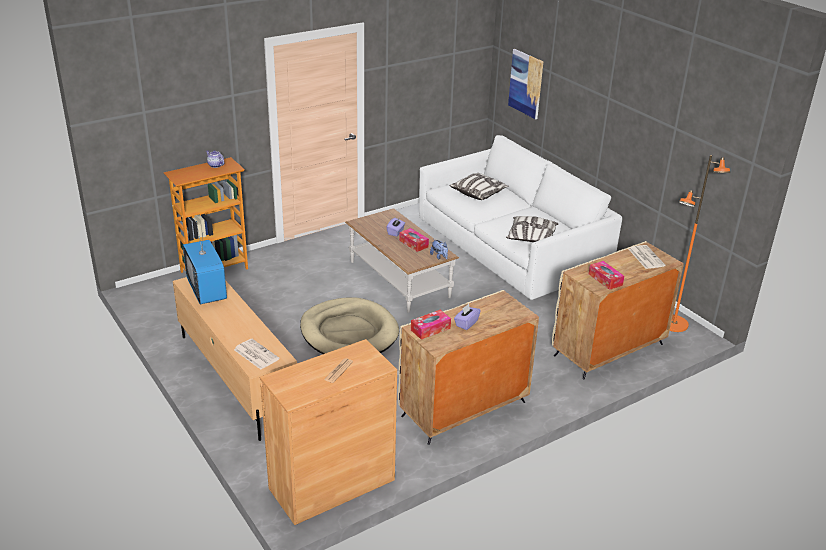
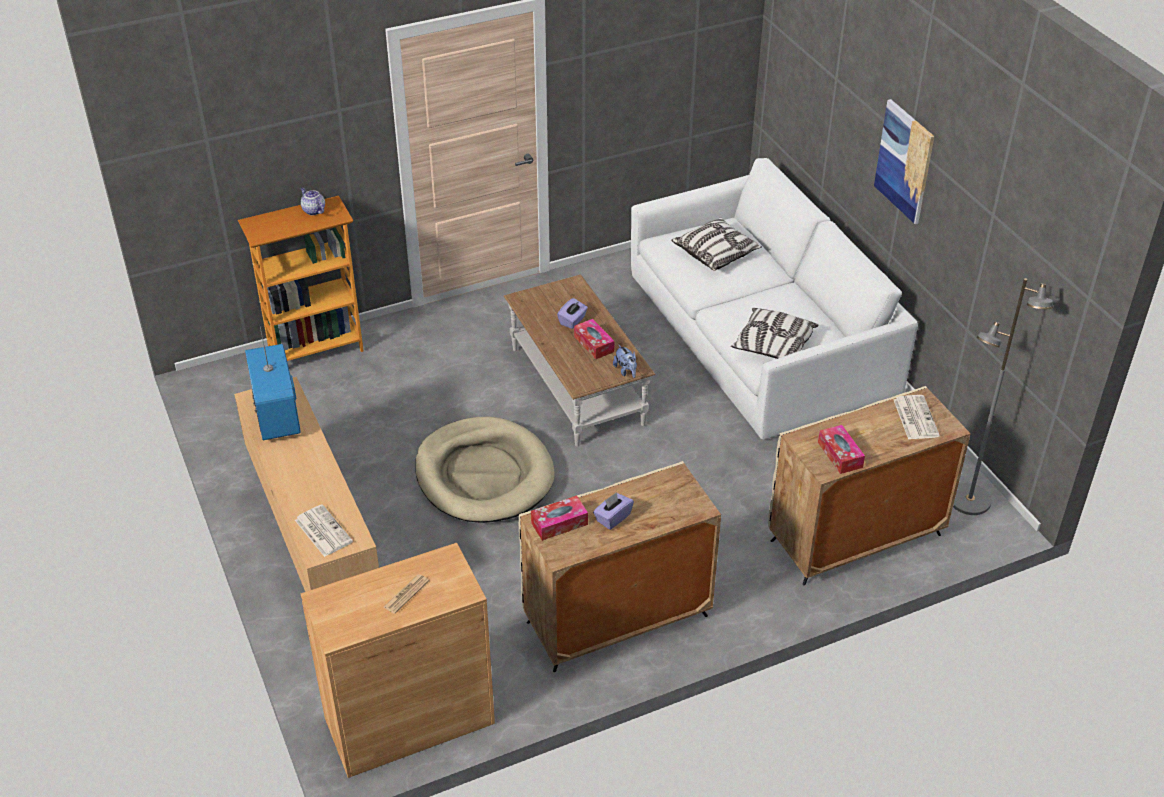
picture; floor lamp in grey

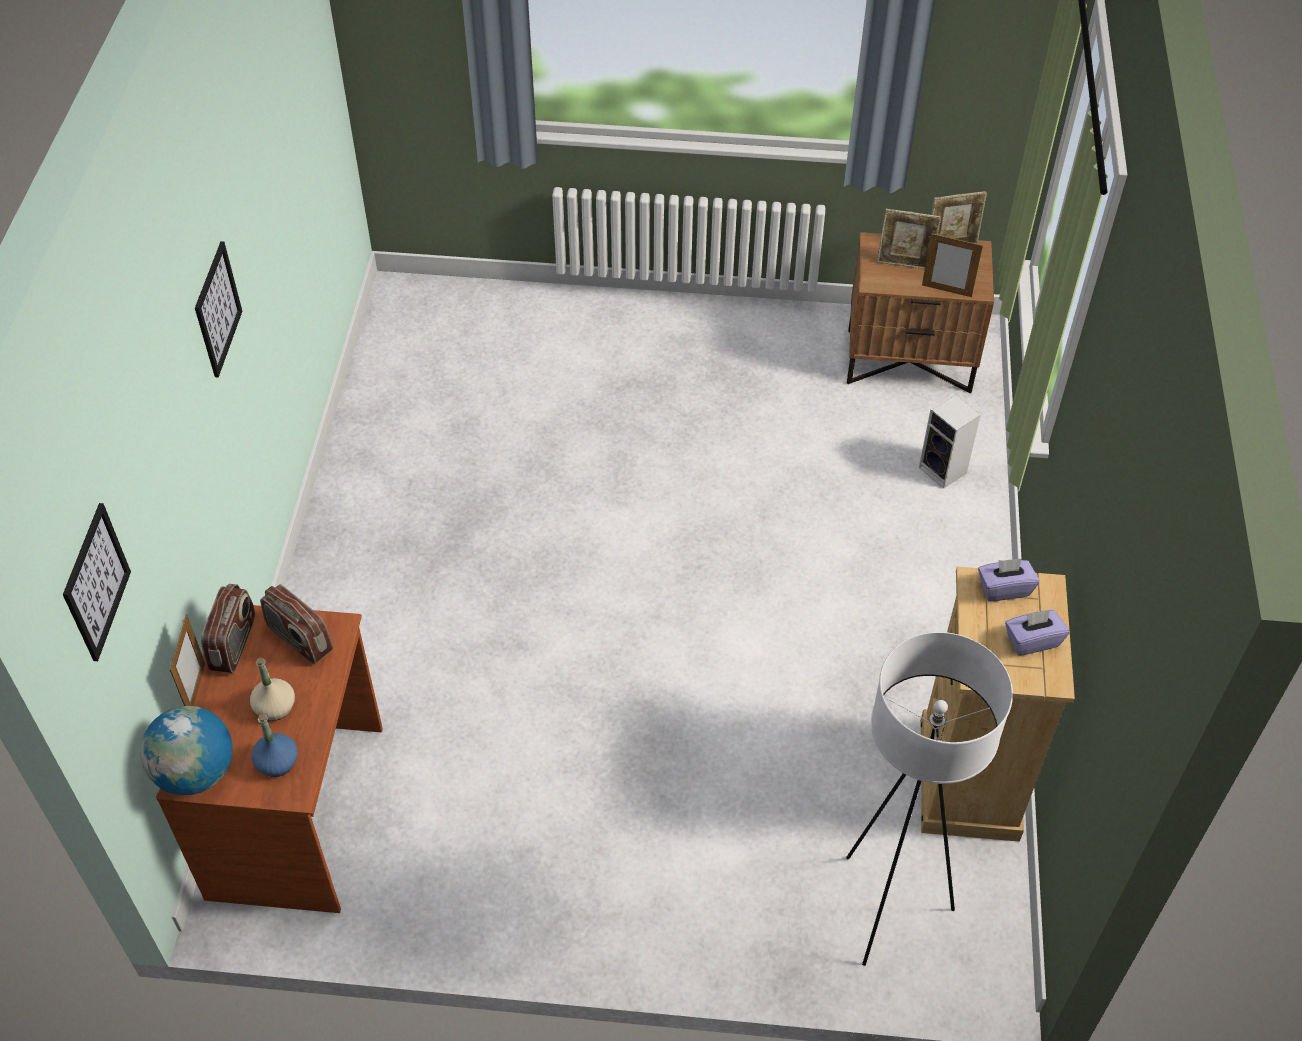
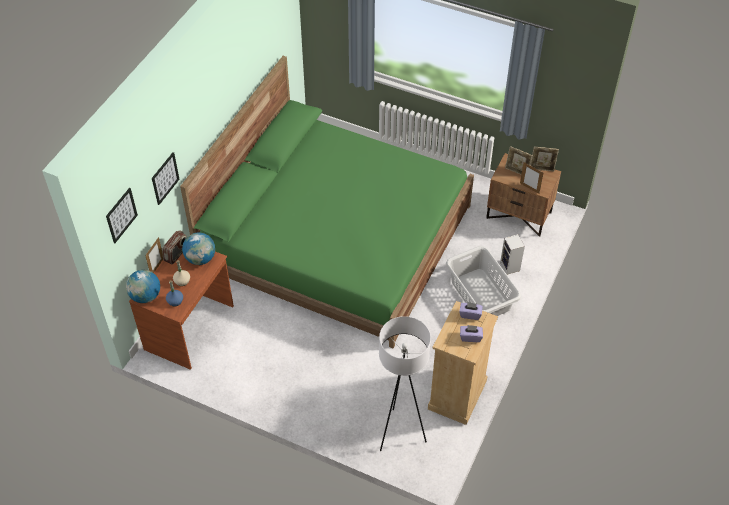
bed in green; laundry basket in grey; picture (no. 2 from left); globe (no. 2 from left)

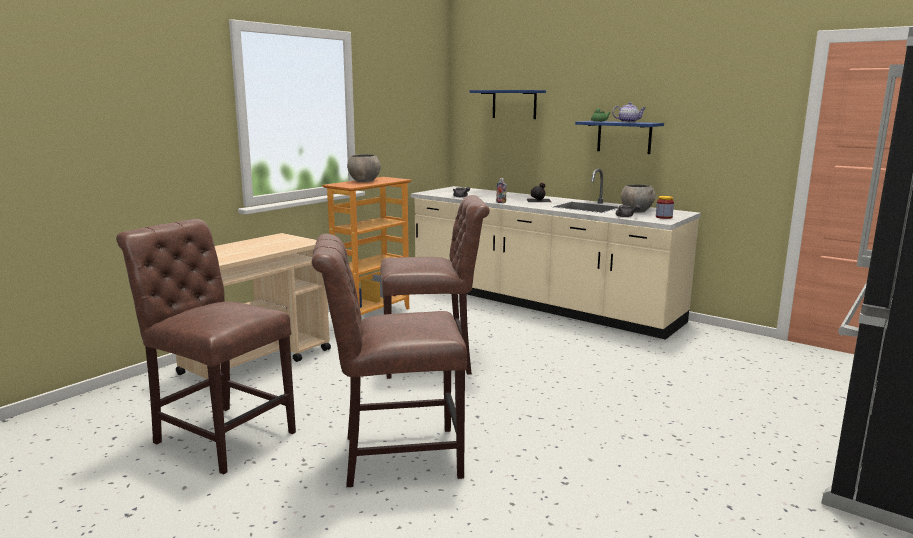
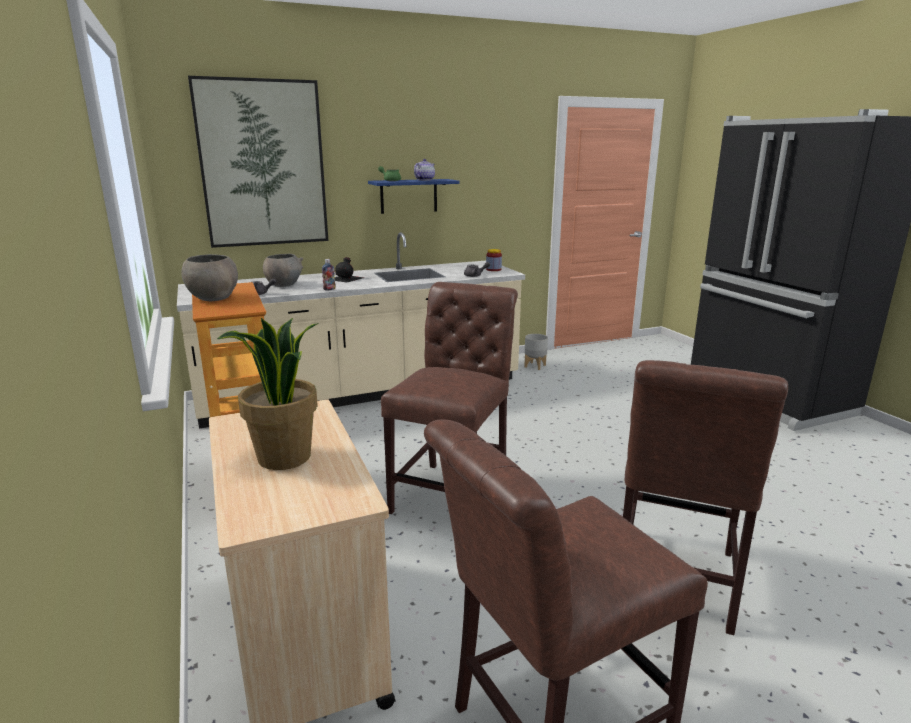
potted plant; planter in grey; bowl in grey (no. 2 from left); picture

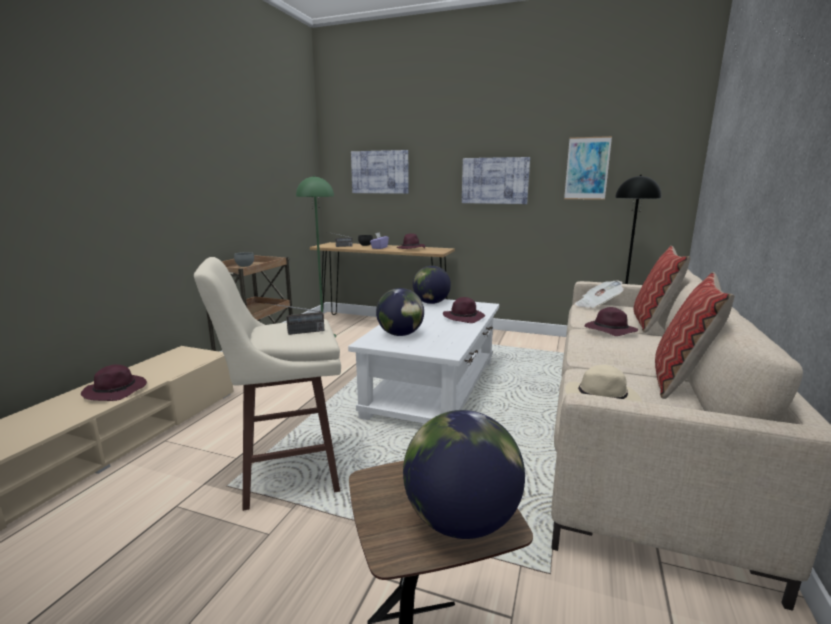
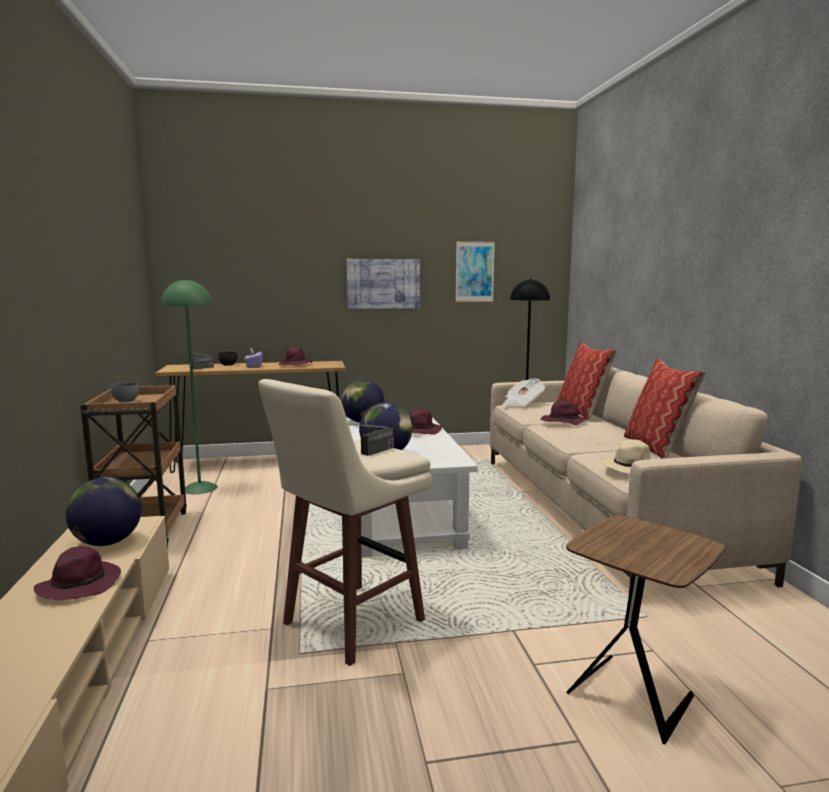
picture (no. 1 from left in the first image); globe (no. 1 from left)

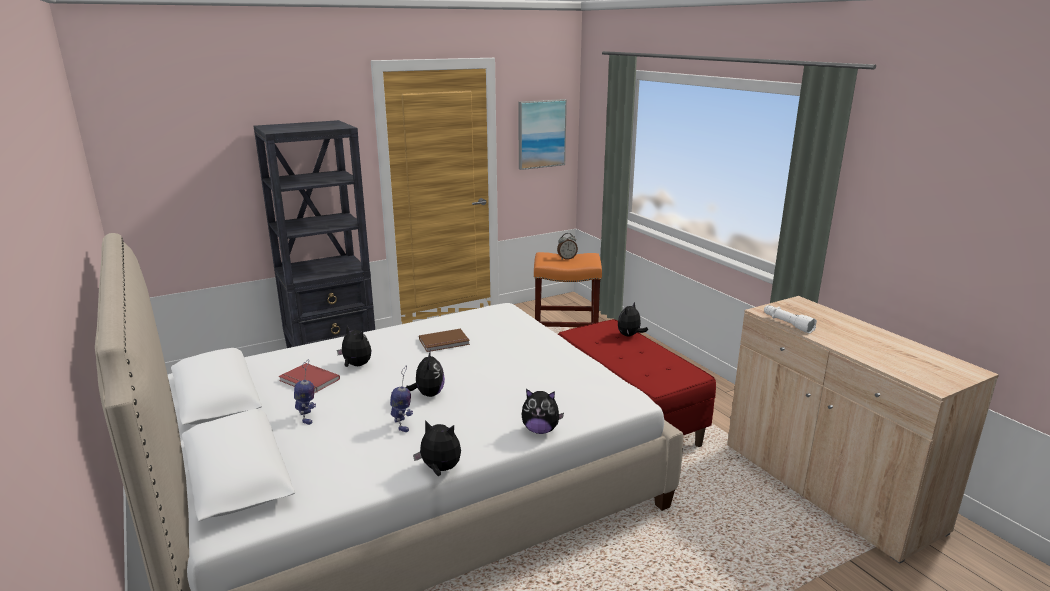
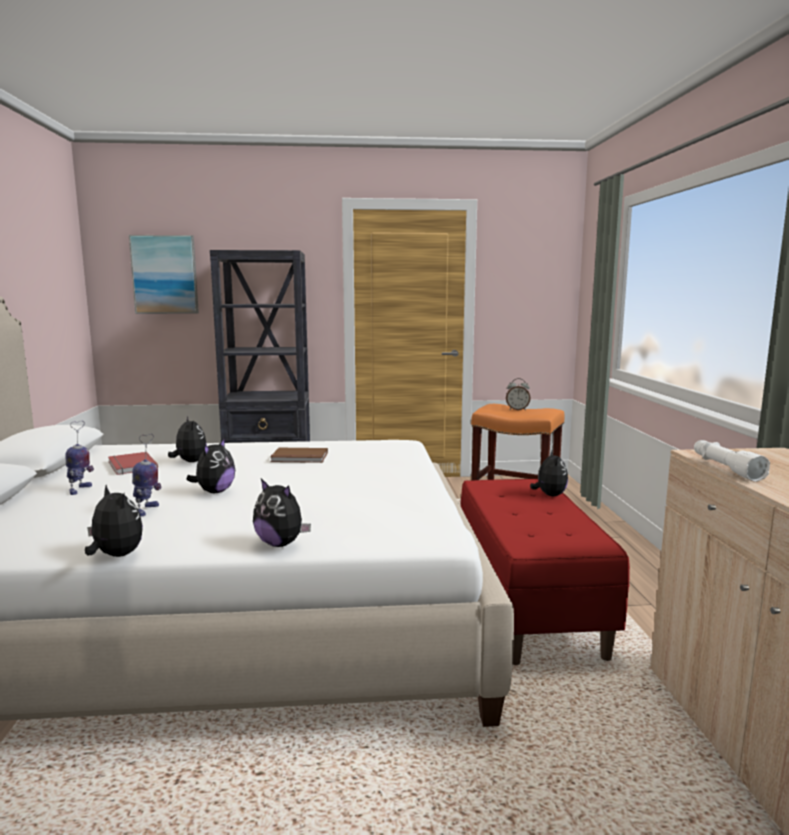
picture; plush toy (no. 5 from left)

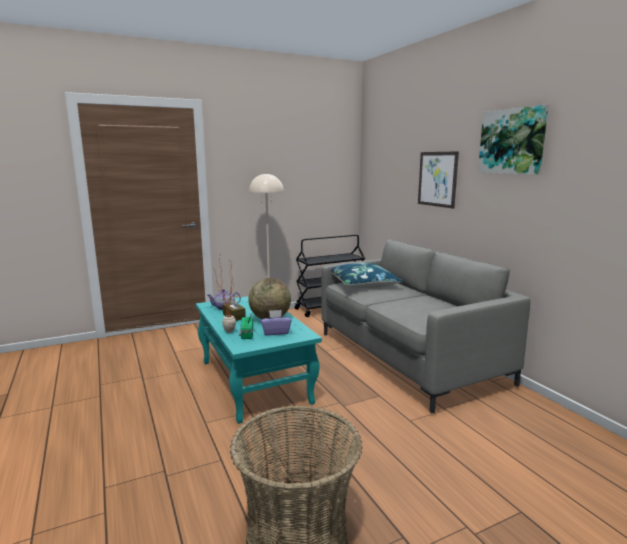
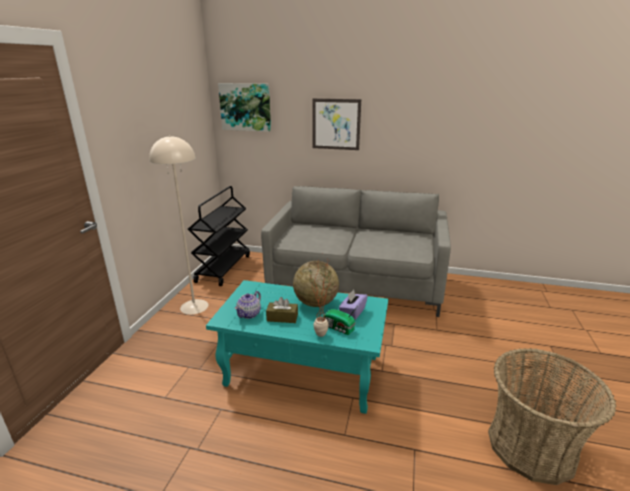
pillow in blue; picture (no. 1 from left)

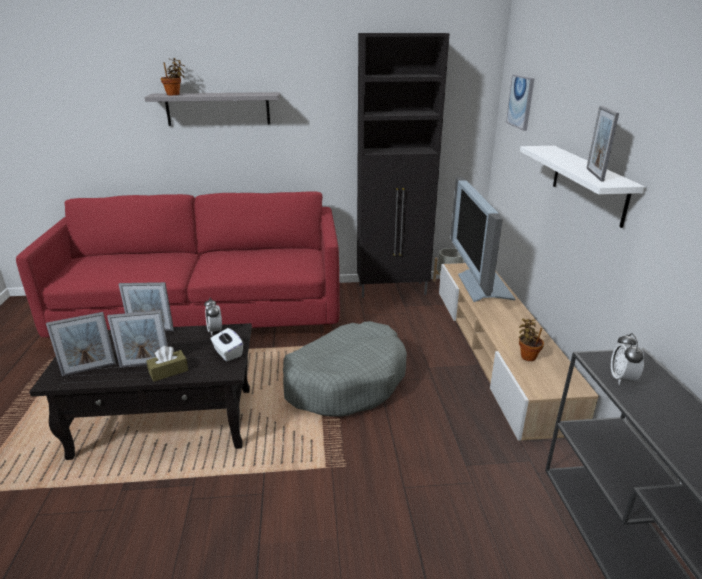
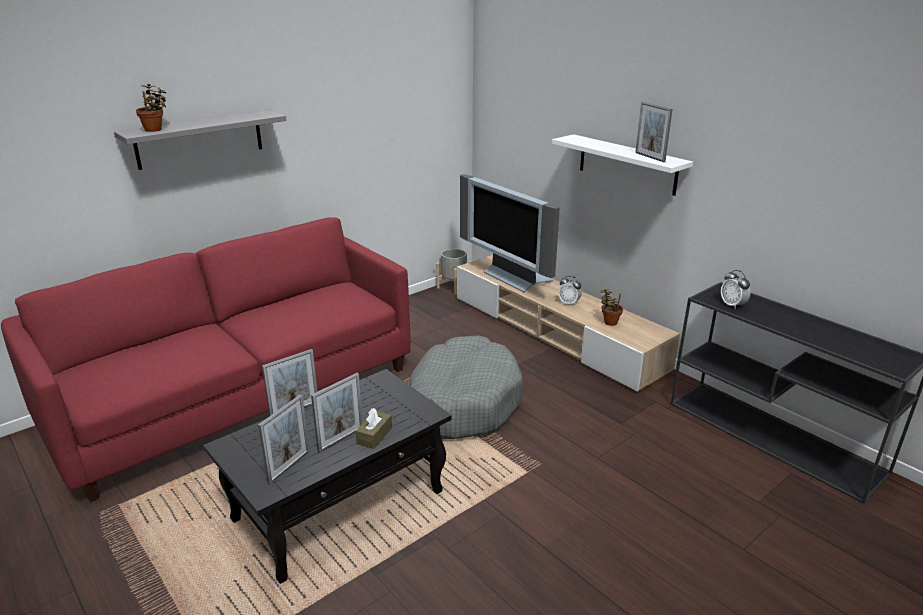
tissue box in white; cabinet in black; picture; alarm clock (no. 1 from left)

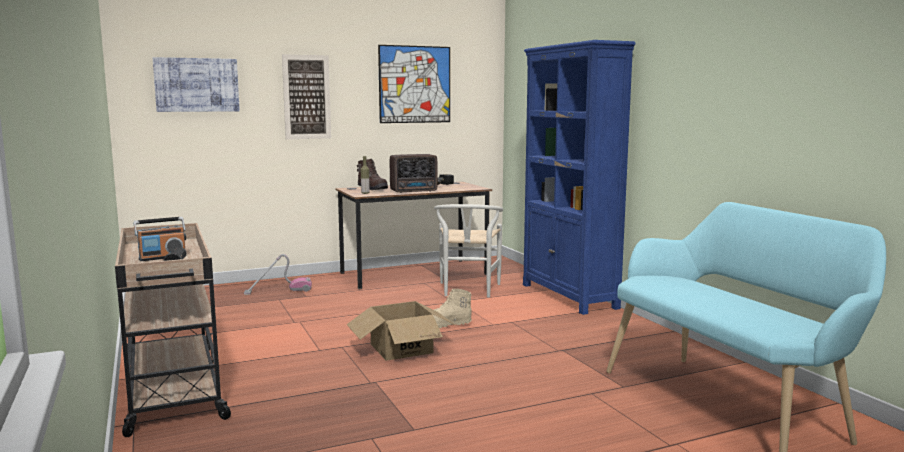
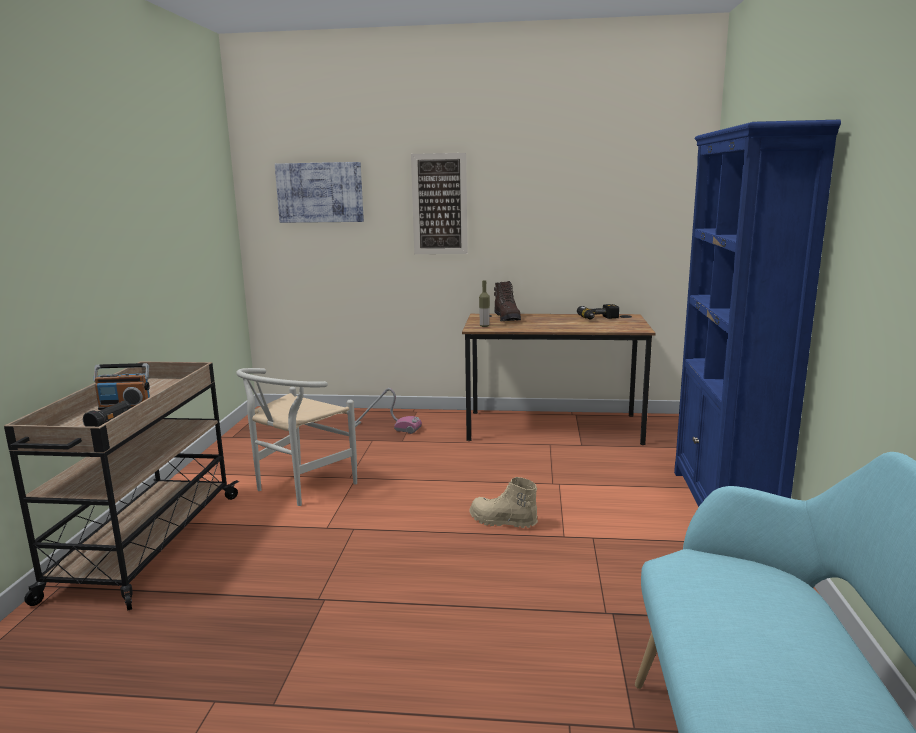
cardboard box; picture (no. 3 from left in the first image); radio (no. 2 from left in the first image); chair in white

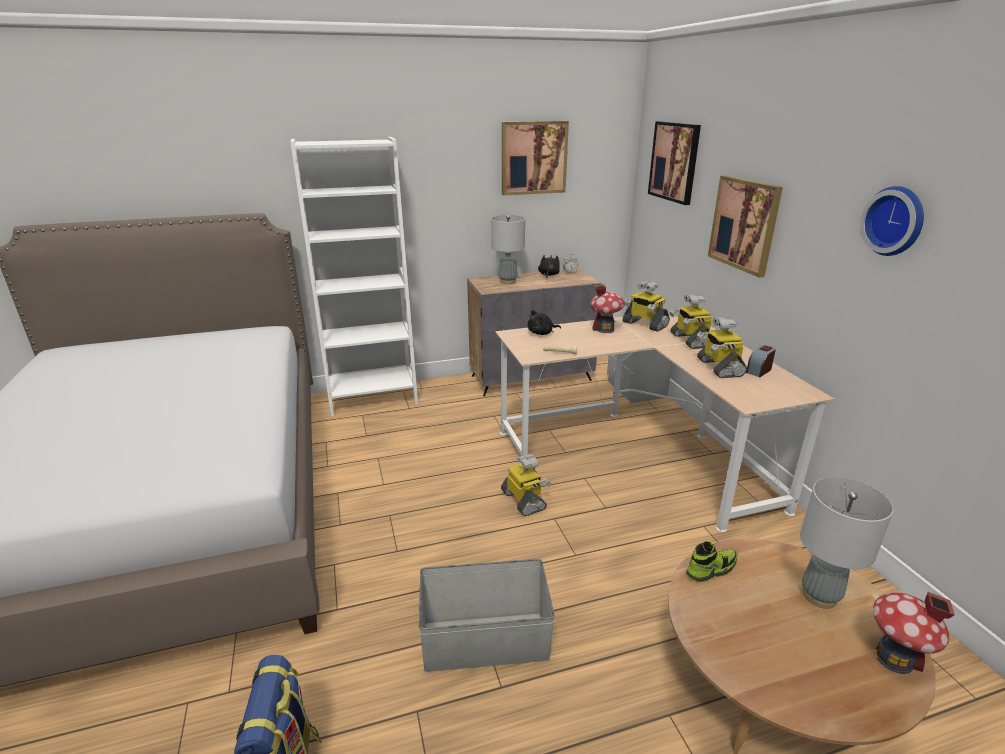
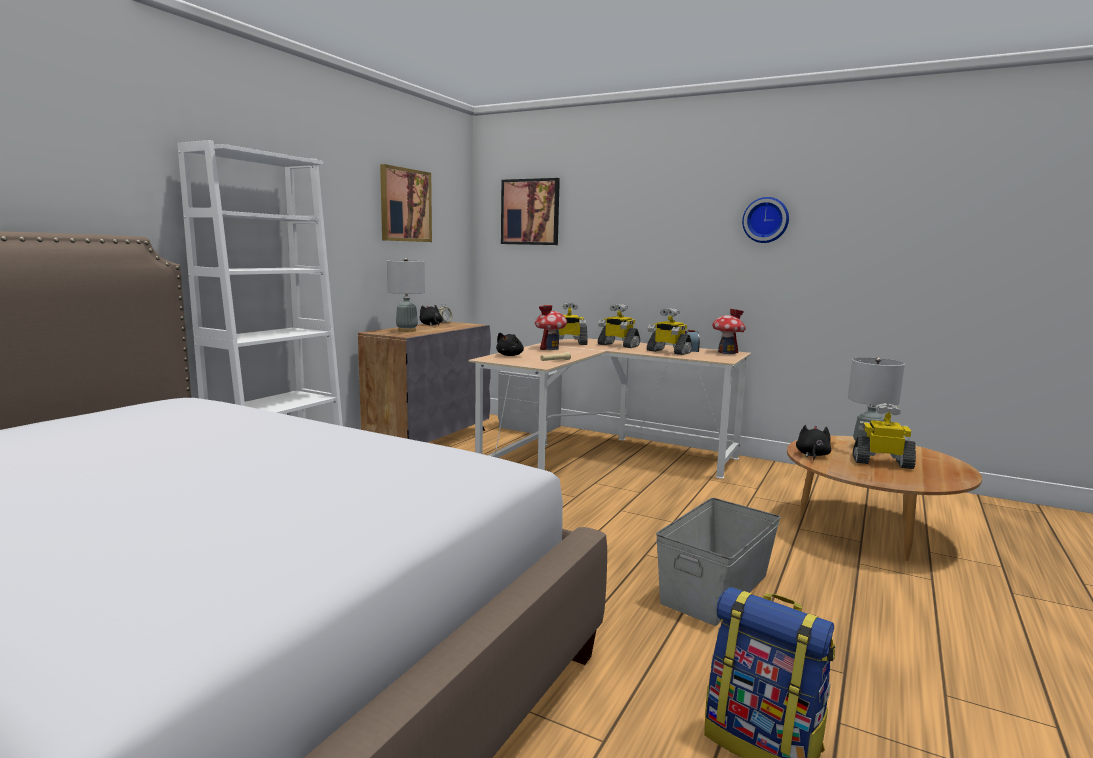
picture (no. 3 from left in the first image); toy robot (no. 4 from left); toy house (no. 2 from left); plush toy in black (no. 3 from left)

